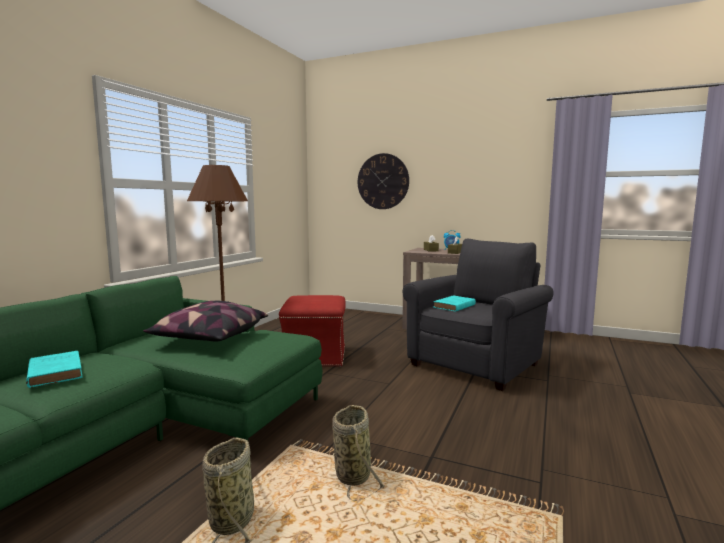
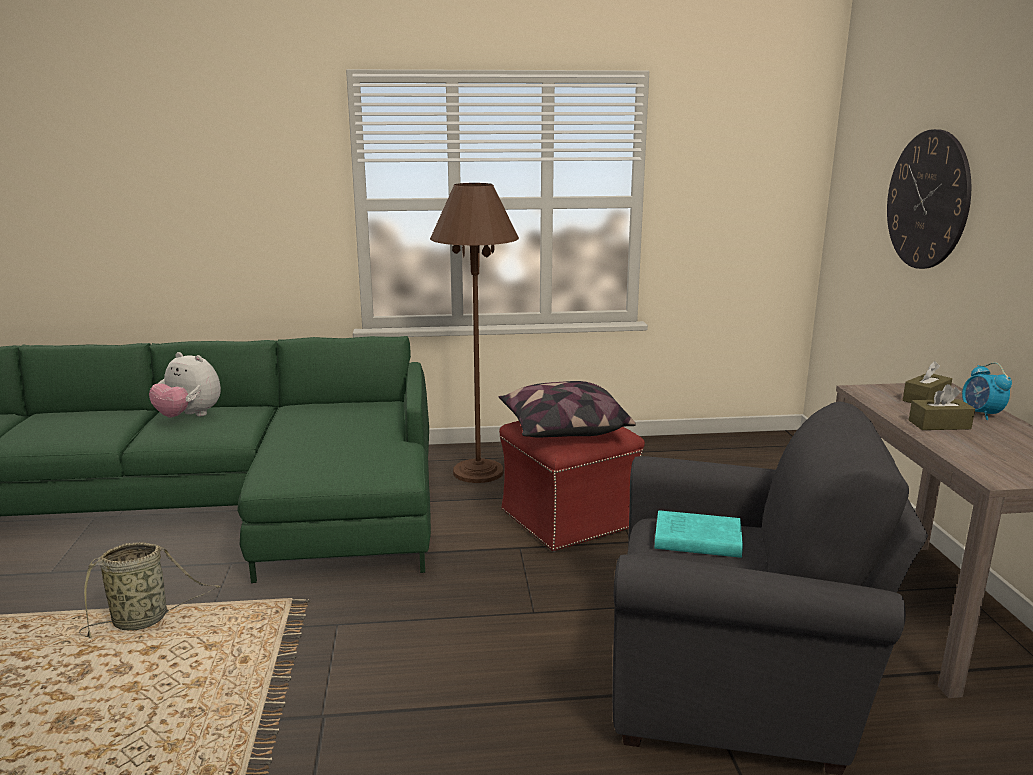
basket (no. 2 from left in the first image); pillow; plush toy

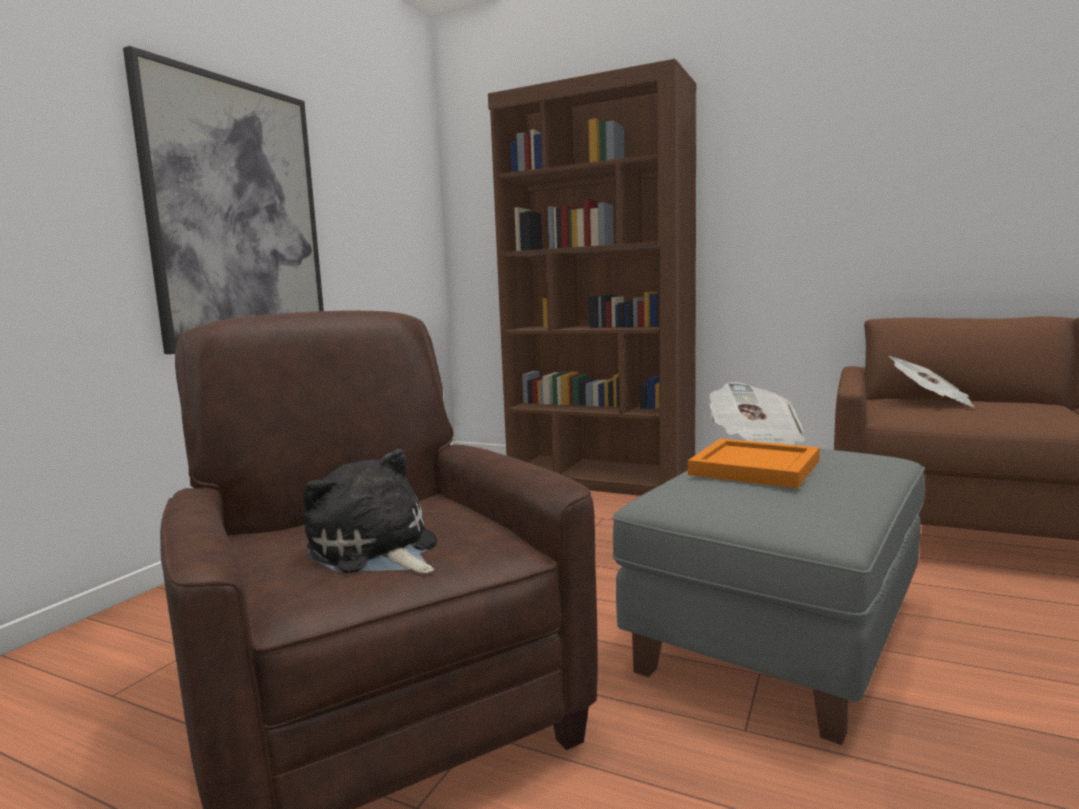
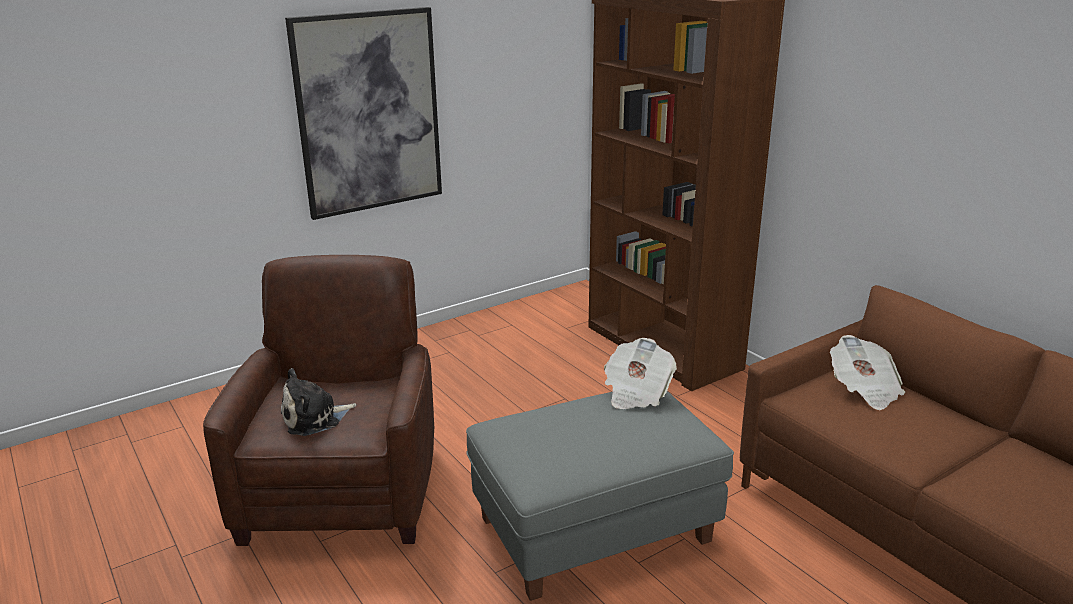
tray in orange; plush toy

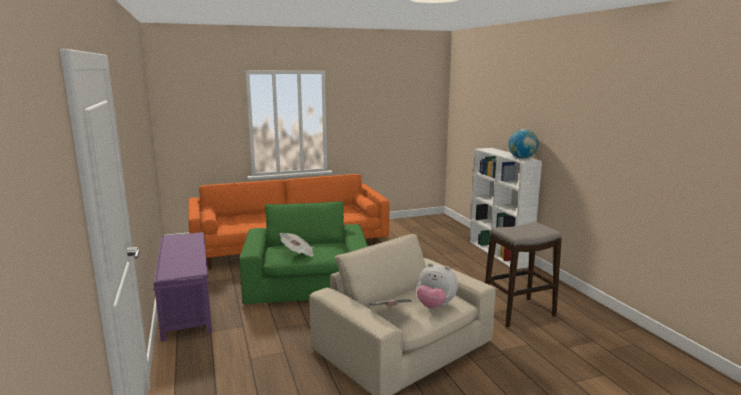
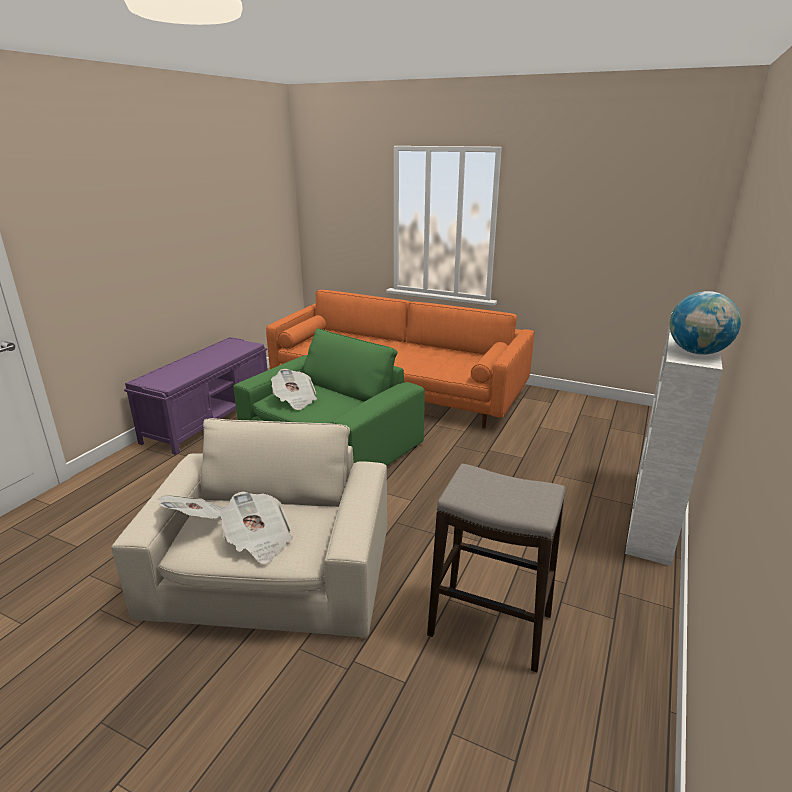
newspaper (no. 2 from left)

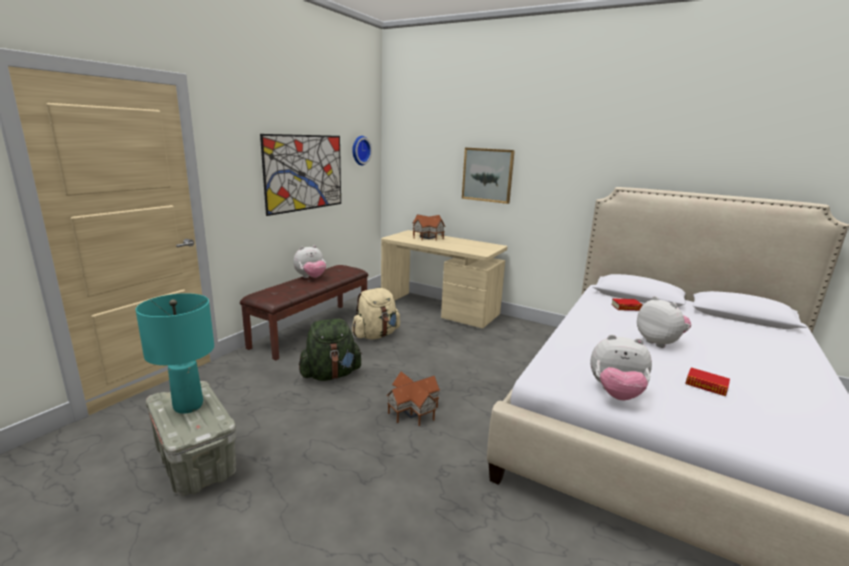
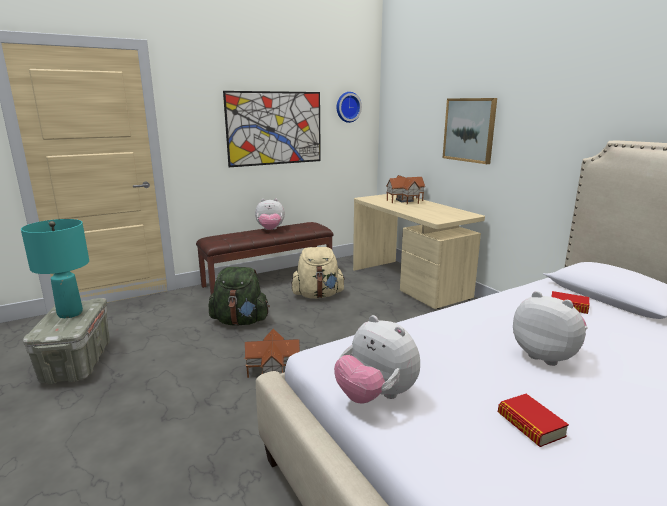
plush toy (no. 3 from left)

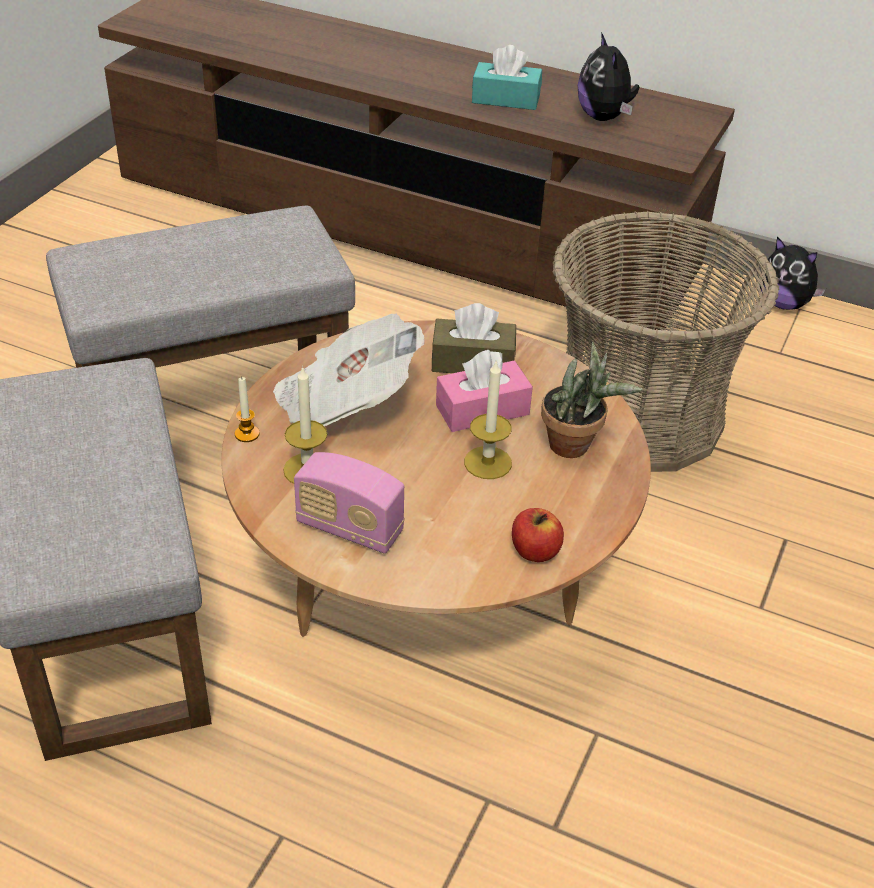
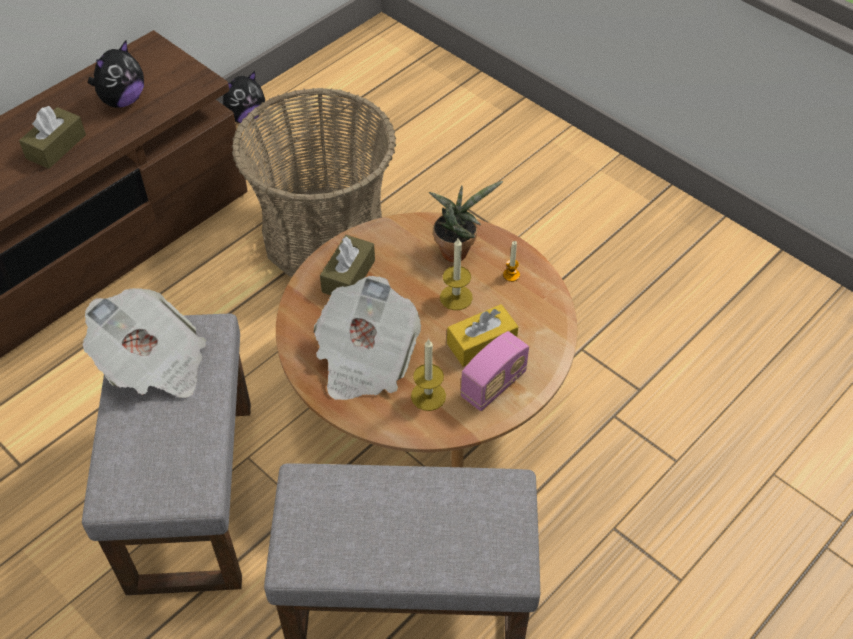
tissue box in pink; apple; newspaper (no. 1 from left); tissue box in yellow; candle (no. 3 from left); tissue box in brown (no. 1 from left); plush toy (no. 1 from left)

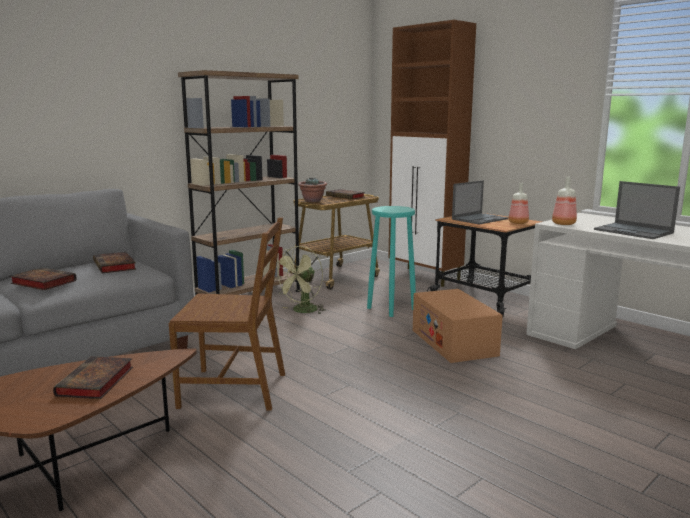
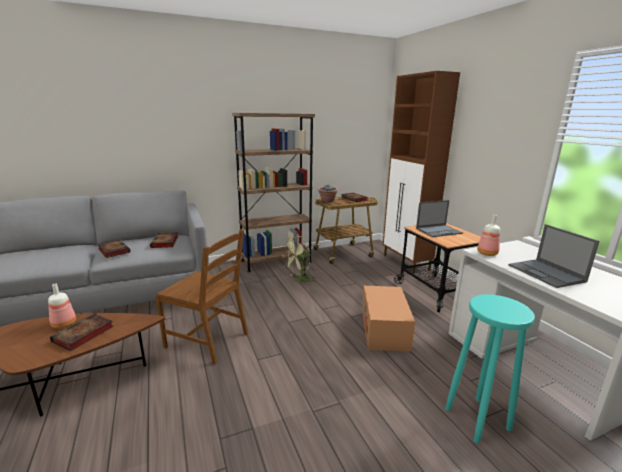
stool in turquoise; bottle (no. 1 from left)

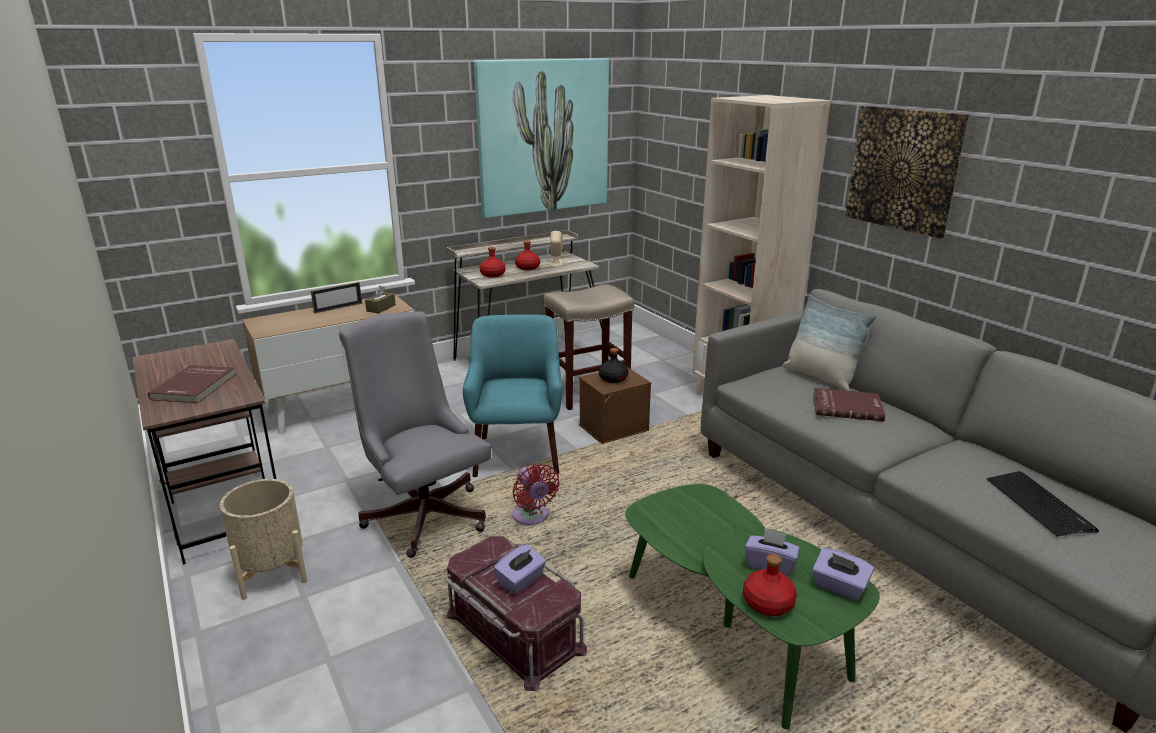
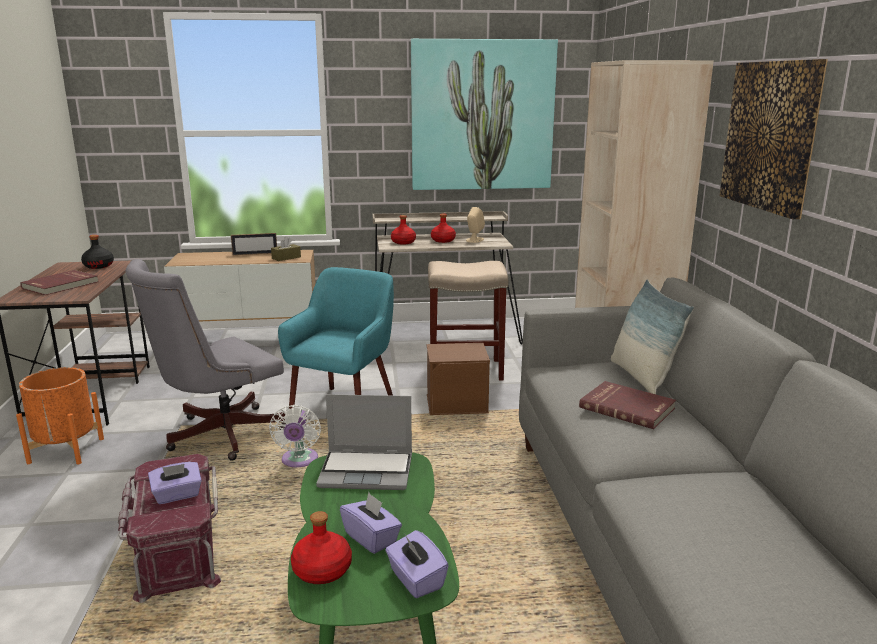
keyboard; laptop; bottle in black; planter in orange; fan in white; office chair in grey

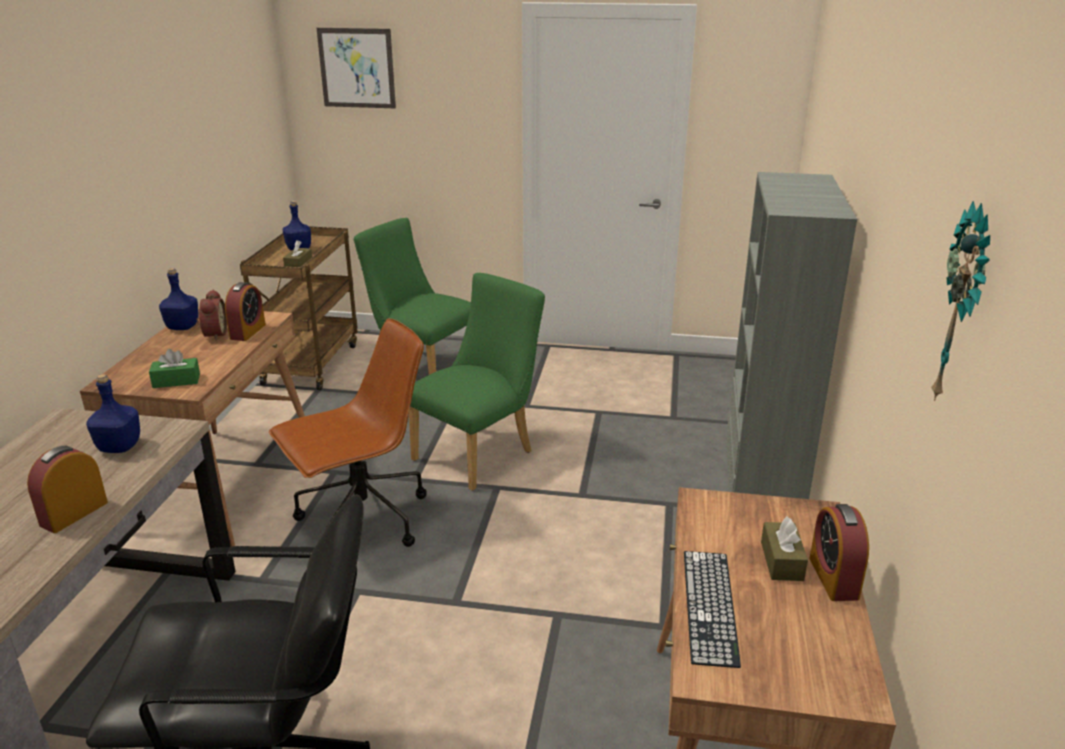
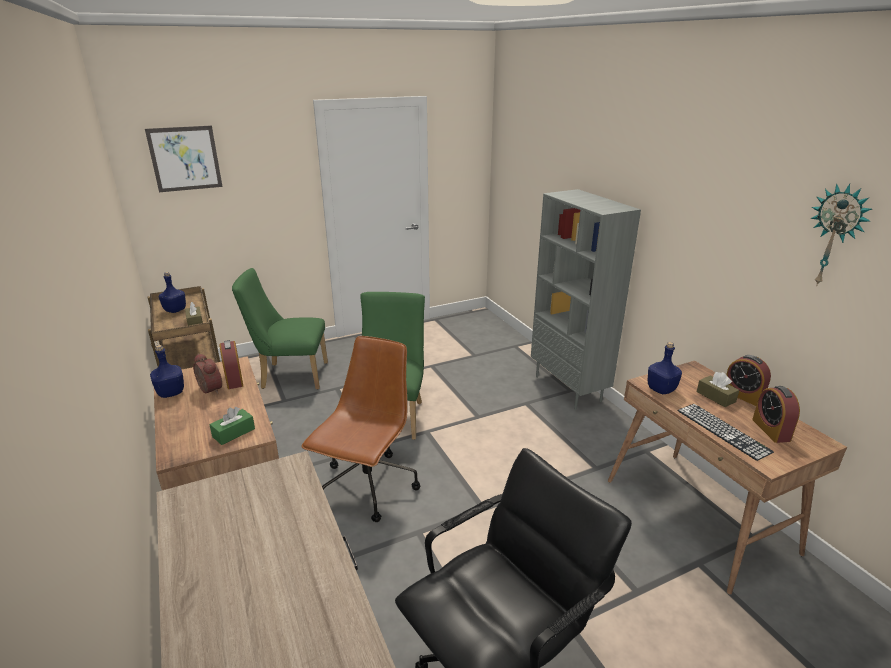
alarm clock (no. 4 from left); bottle in blue (no. 3 from left)

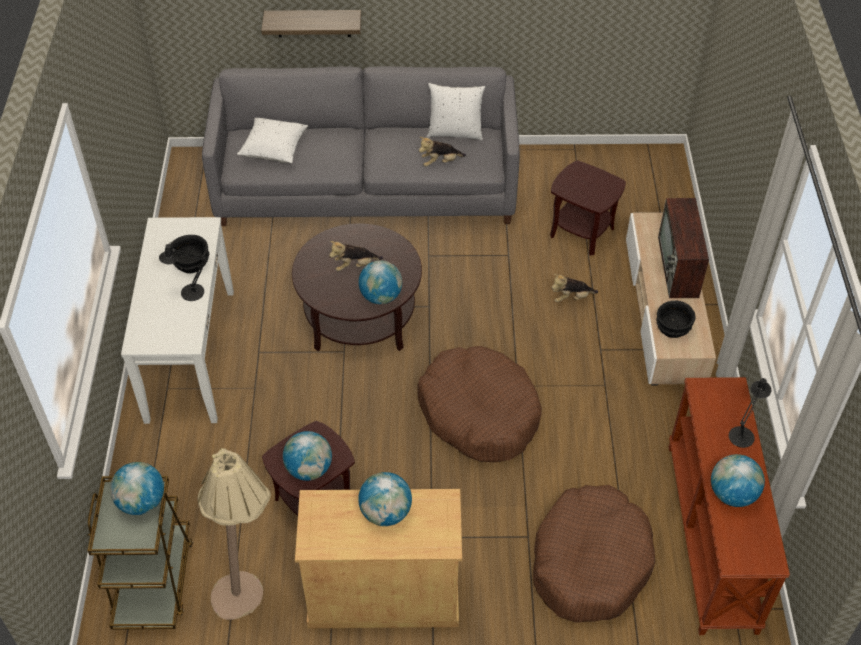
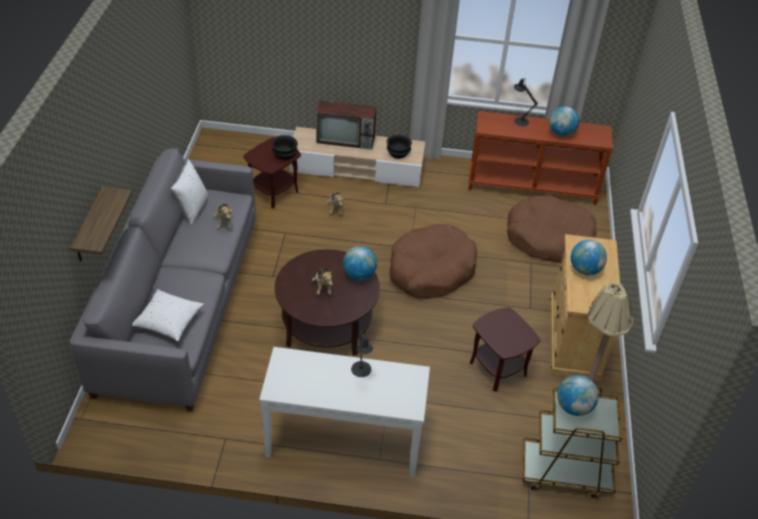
globe (no. 2 from left in the first image); bowl in black (no. 1 from left)

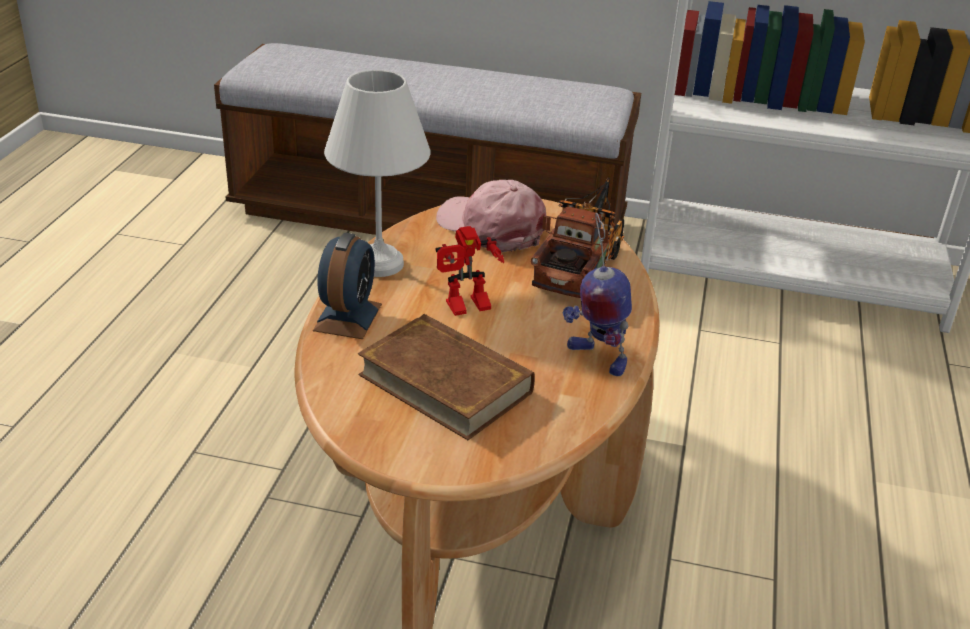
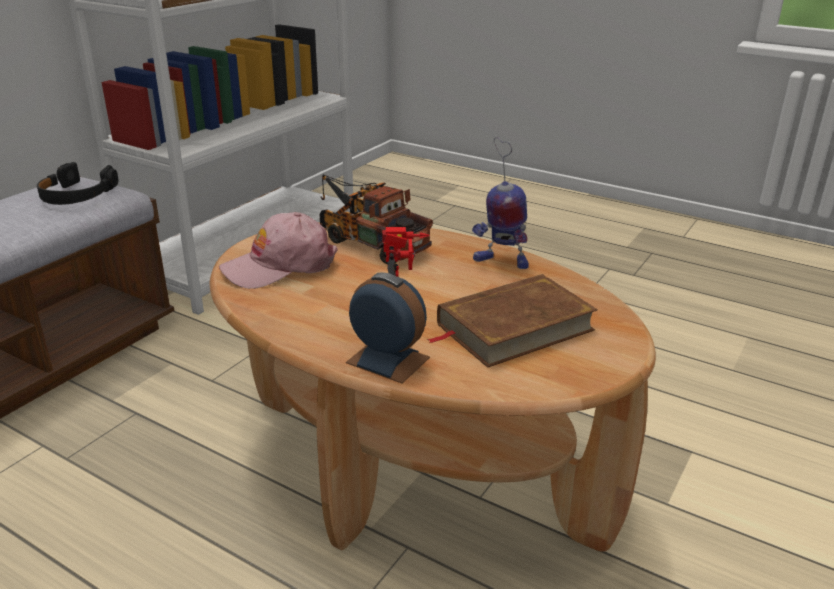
table lamp in white; headphones in black; toy robot (no. 2 from left)

